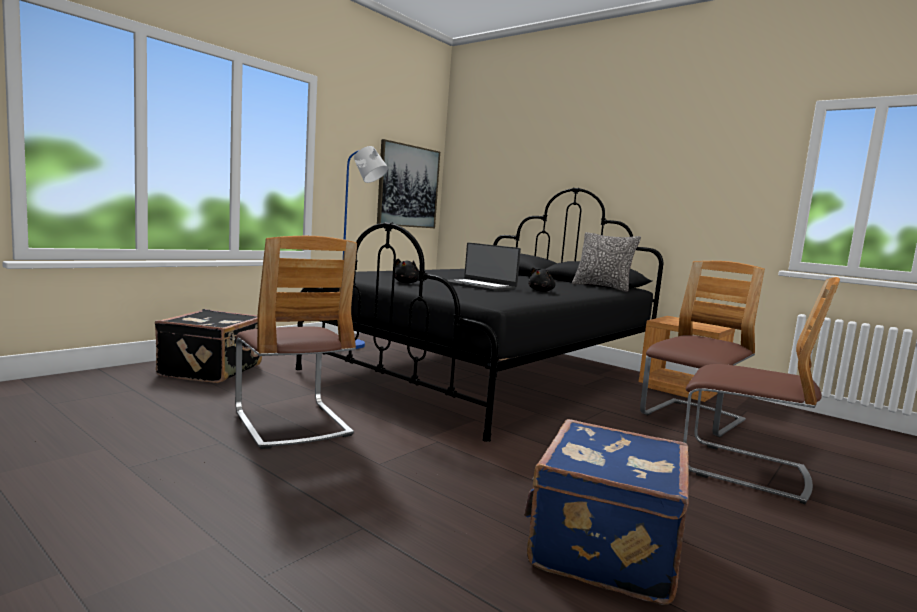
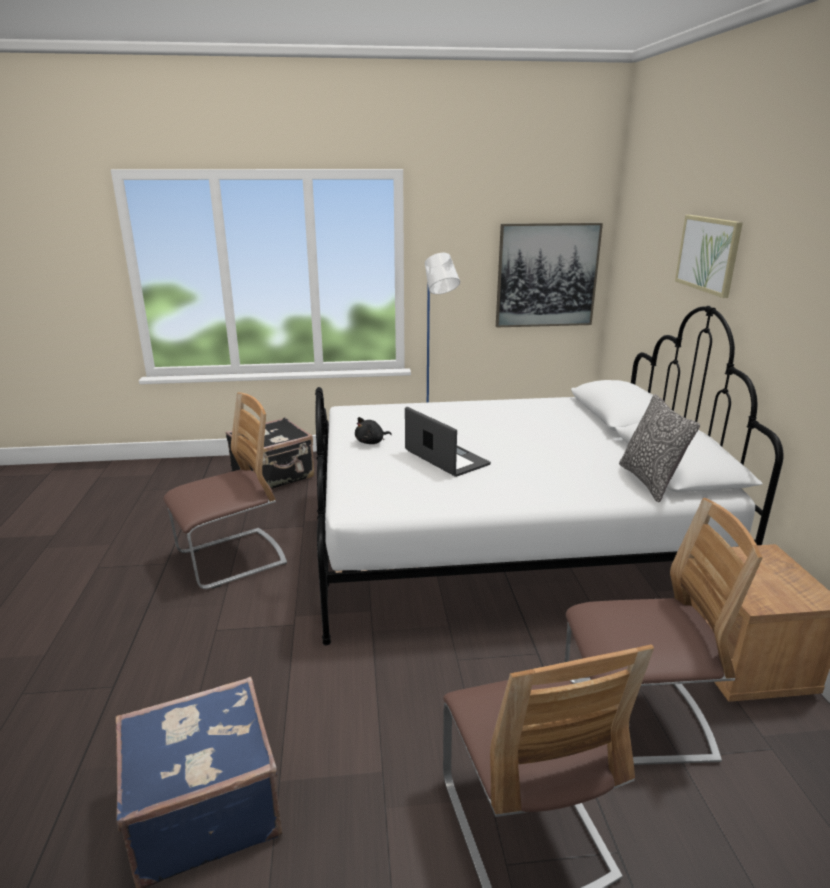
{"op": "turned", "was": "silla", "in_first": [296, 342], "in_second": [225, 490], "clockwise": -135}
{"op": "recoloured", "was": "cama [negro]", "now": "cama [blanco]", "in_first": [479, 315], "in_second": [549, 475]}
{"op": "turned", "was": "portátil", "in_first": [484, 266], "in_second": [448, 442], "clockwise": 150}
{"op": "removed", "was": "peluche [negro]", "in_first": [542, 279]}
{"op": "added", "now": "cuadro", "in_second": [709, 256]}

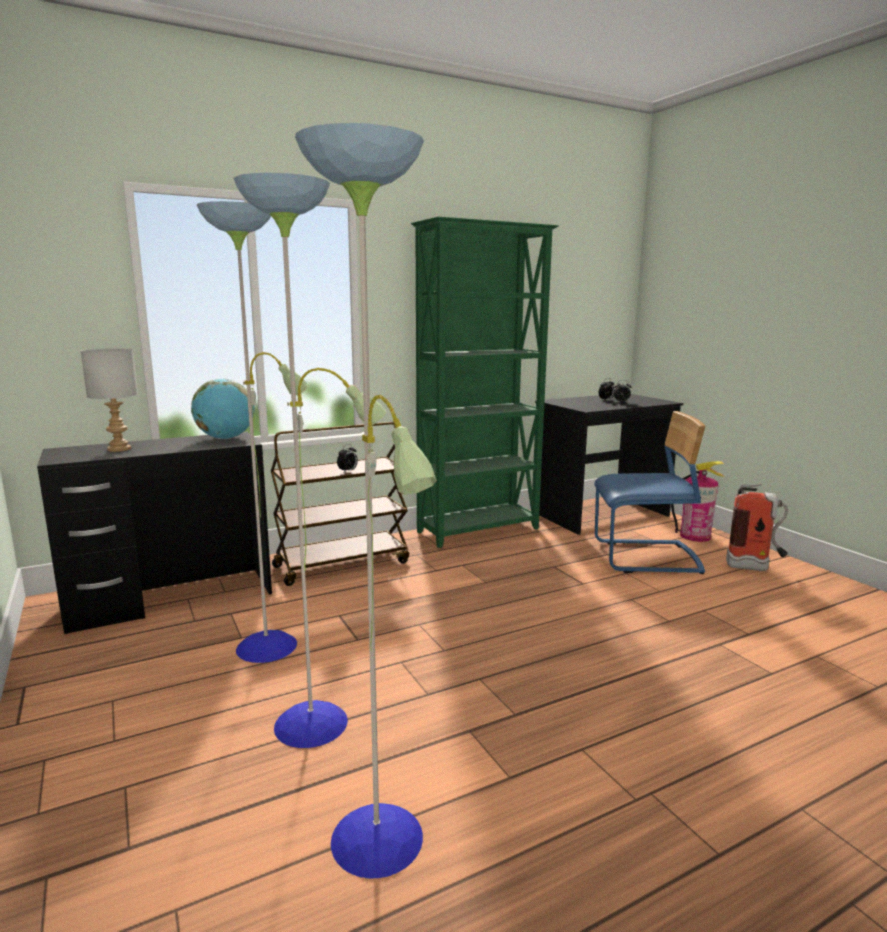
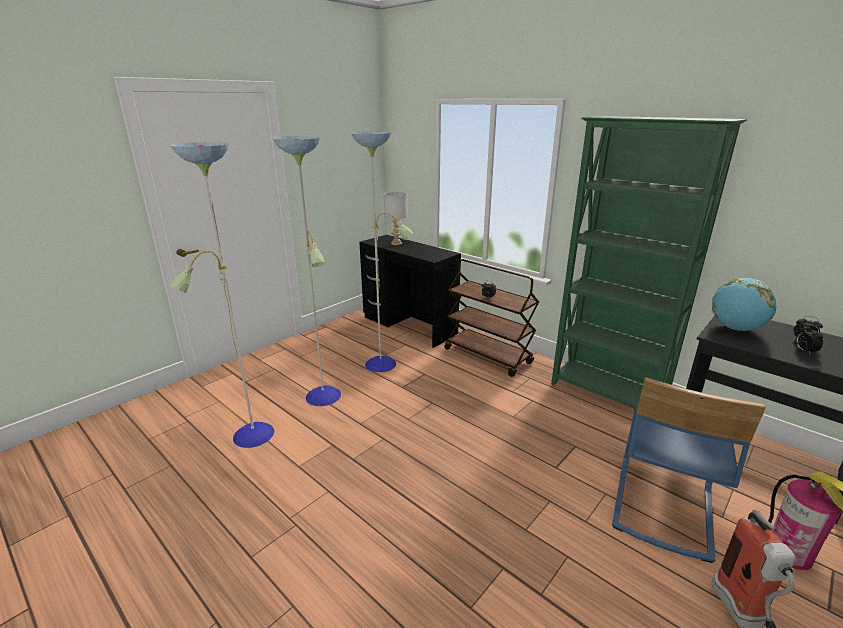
{"op": "moved", "was": "globo terráqueo", "in_first": [223, 408], "in_second": [744, 304]}
{"op": "turned", "was": "silla [azul]", "in_first": [649, 492], "in_second": [689, 470], "clockwise": 45}

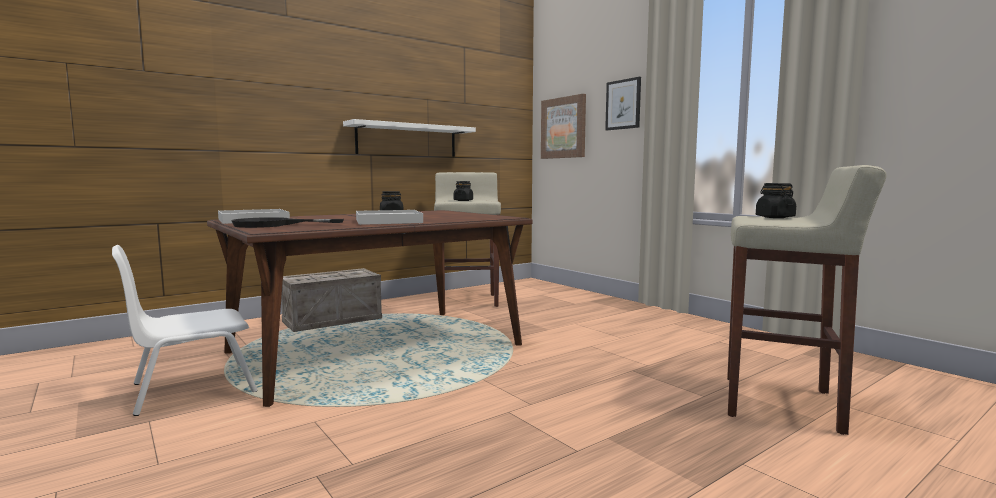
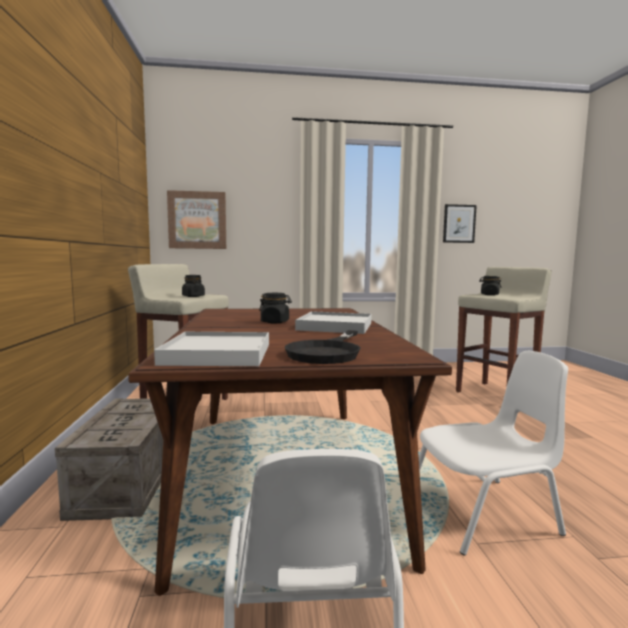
{"op": "removed", "was": "estante [blanco]", "in_first": [409, 138]}
{"op": "moved", "was": "cuadro", "in_first": [623, 104], "in_second": [460, 223]}
{"op": "added", "now": "silla [blanco]", "in_second": [493, 453]}

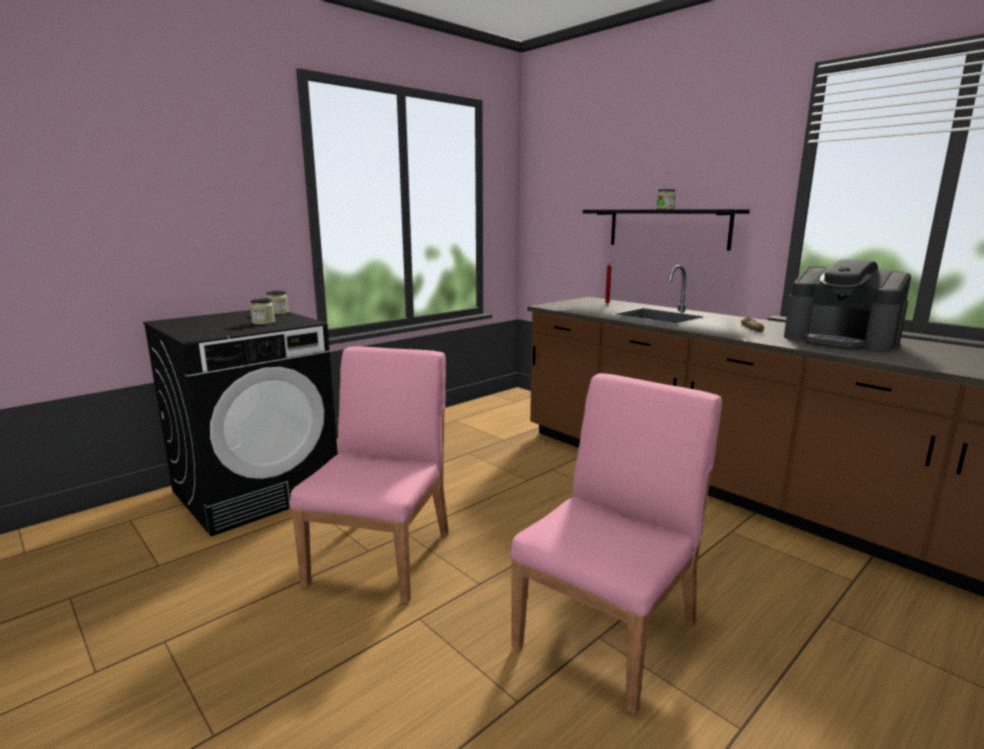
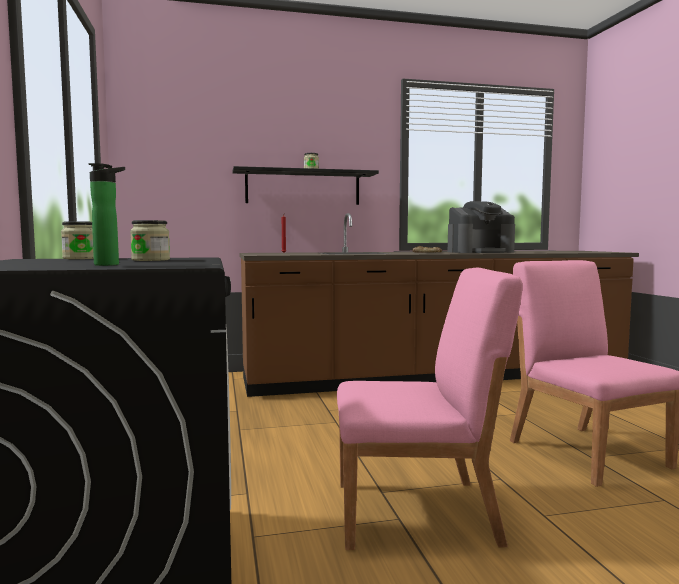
{"op": "turned", "was": "silla [rosa]", "in_first": [369, 474], "in_second": [430, 409], "clockwise": 135}
{"op": "added", "now": "botella", "in_second": [106, 214]}

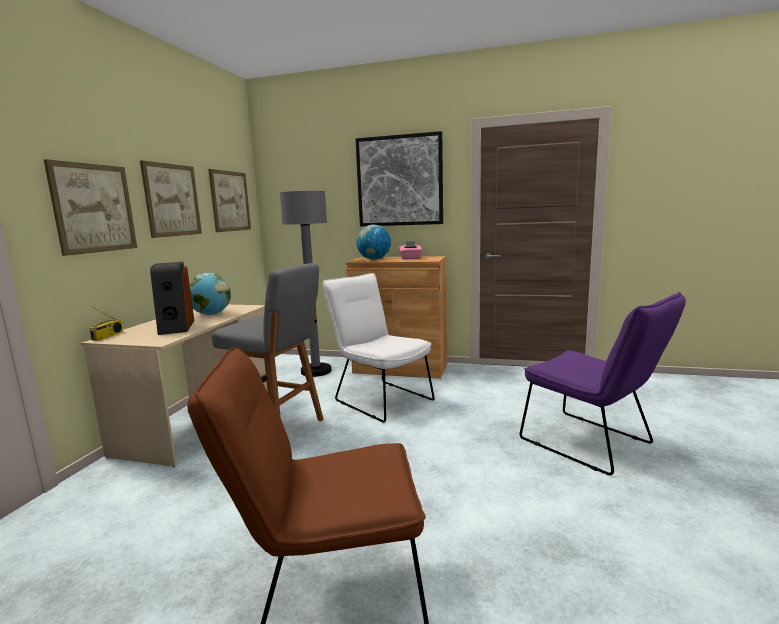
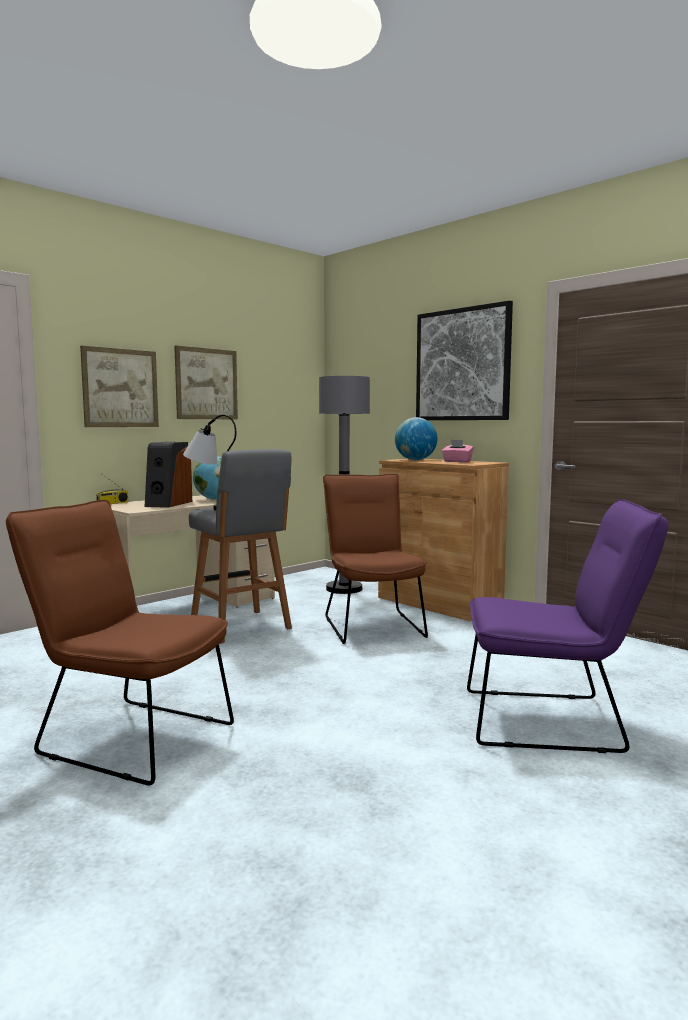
{"op": "removed", "was": "cuadro", "in_first": [229, 200]}
{"op": "recoloured", "was": "silla [blanco]", "now": "silla [marrón]", "in_first": [378, 348], "in_second": [375, 559]}
{"op": "turned", "was": "silla [morado]", "in_first": [603, 383], "in_second": [568, 626], "clockwise": -75}
{"op": "added", "now": "lámpara de mesa", "in_second": [209, 462]}

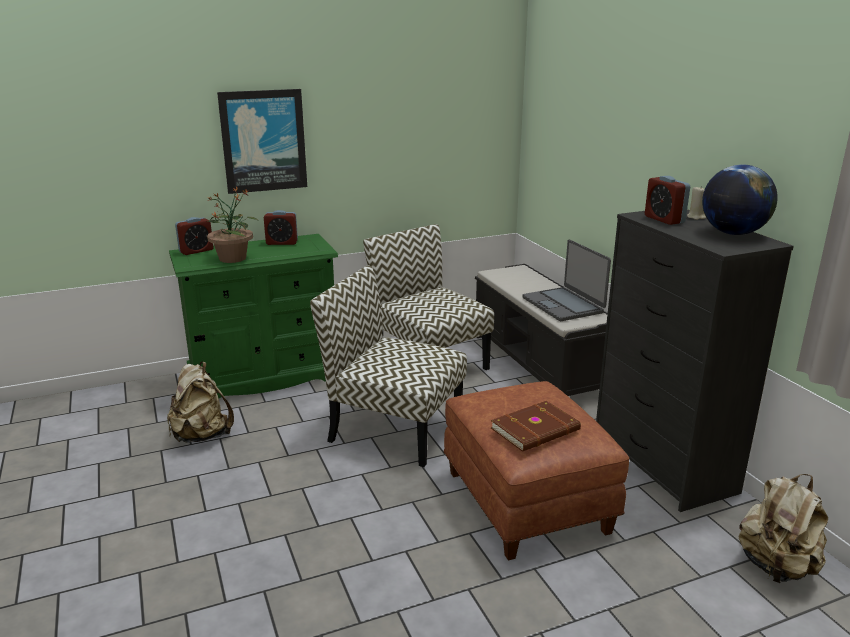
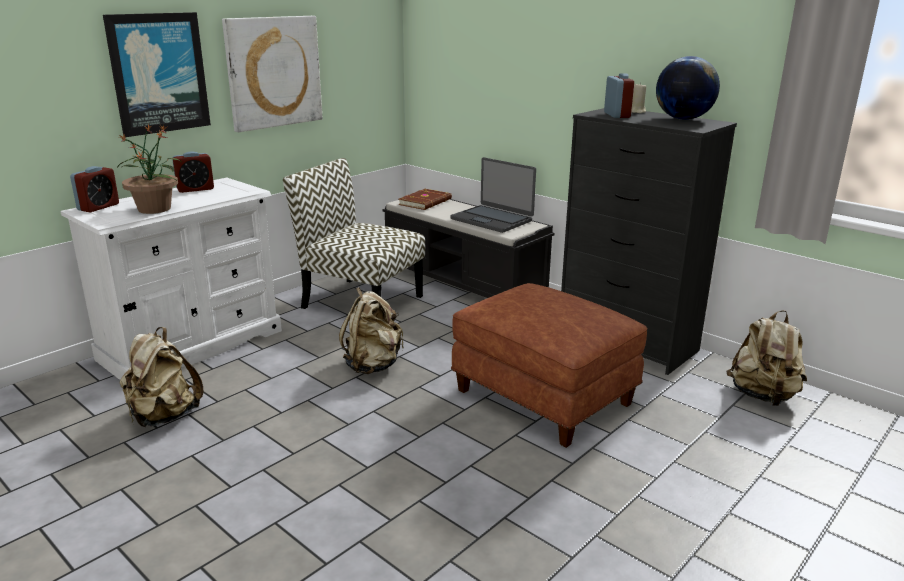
{"op": "recoloured", "was": "cómoda [verde]", "now": "cómoda [blanco]", "in_first": [253, 316], "in_second": [171, 279]}
{"op": "replaced", "was": "silla", "now": "mochila [beis]", "in_first": [388, 366], "in_second": [371, 330]}
{"op": "moved", "was": "libro [marrón]", "in_first": [536, 426], "in_second": [425, 199]}
{"op": "turned", "was": "despertador", "in_first": [667, 200], "in_second": [619, 95], "clockwise": -135}
{"op": "added", "now": "cuadro", "in_second": [272, 74]}

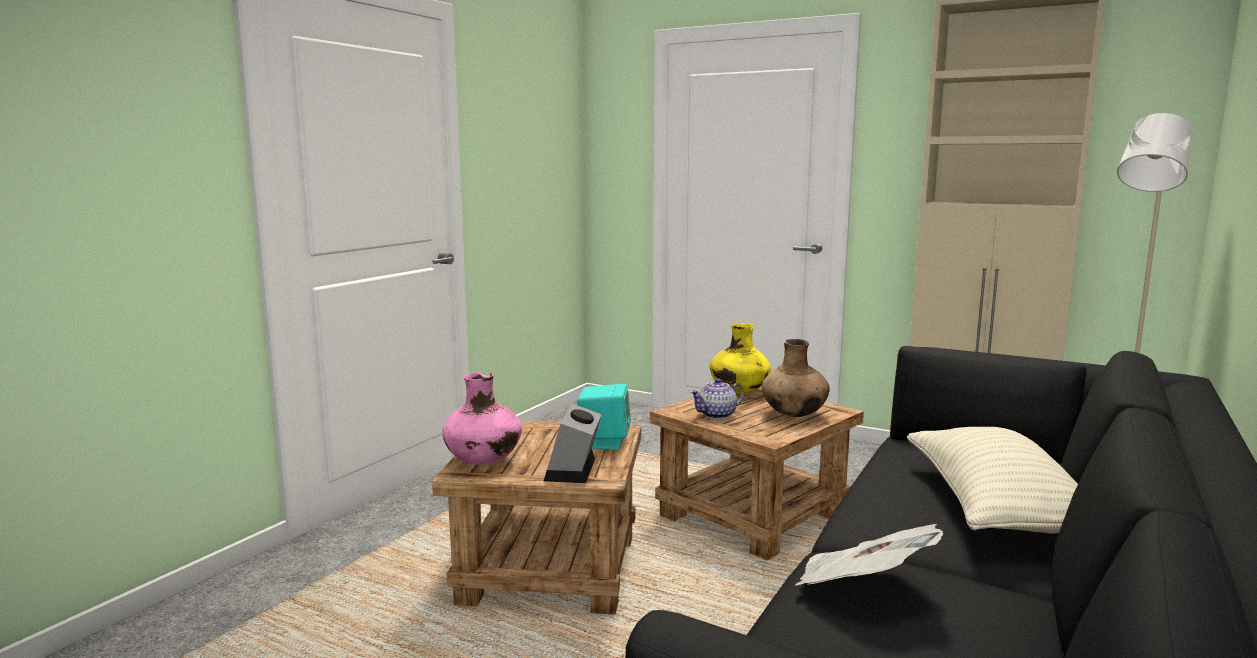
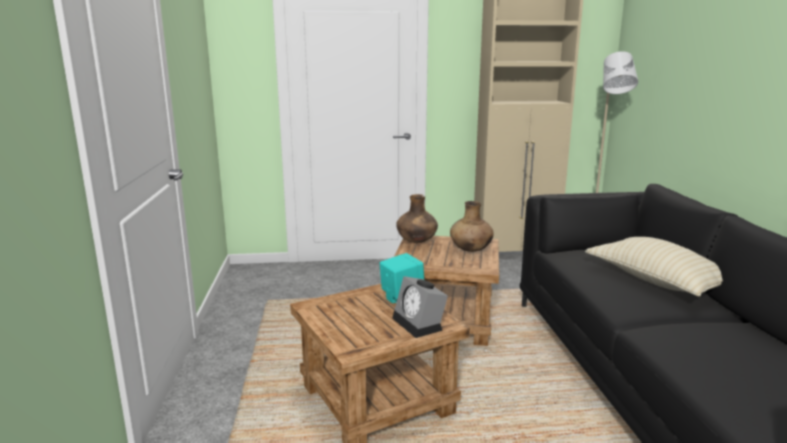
{"op": "removed", "was": "florero [rosa]", "in_first": [482, 418]}
{"op": "removed", "was": "tetera", "in_first": [717, 398]}
{"op": "recoloured", "was": "florero [amarillo]", "now": "florero [marrón]", "in_first": [740, 358], "in_second": [417, 218]}
{"op": "removed", "was": "periódico", "in_first": [869, 555]}

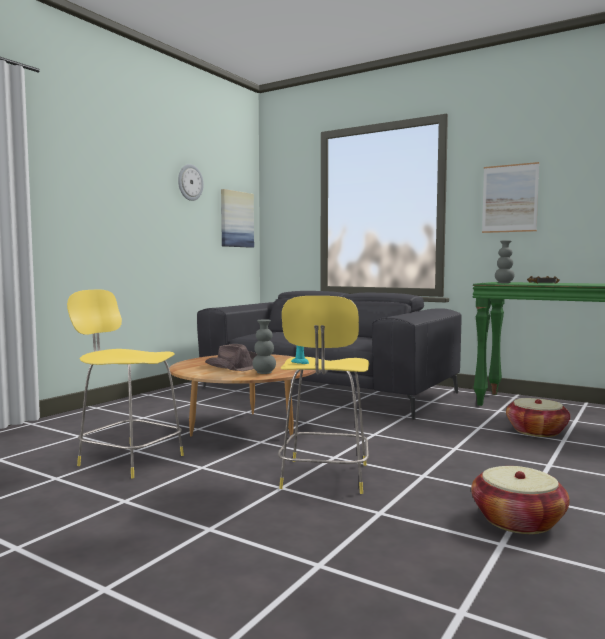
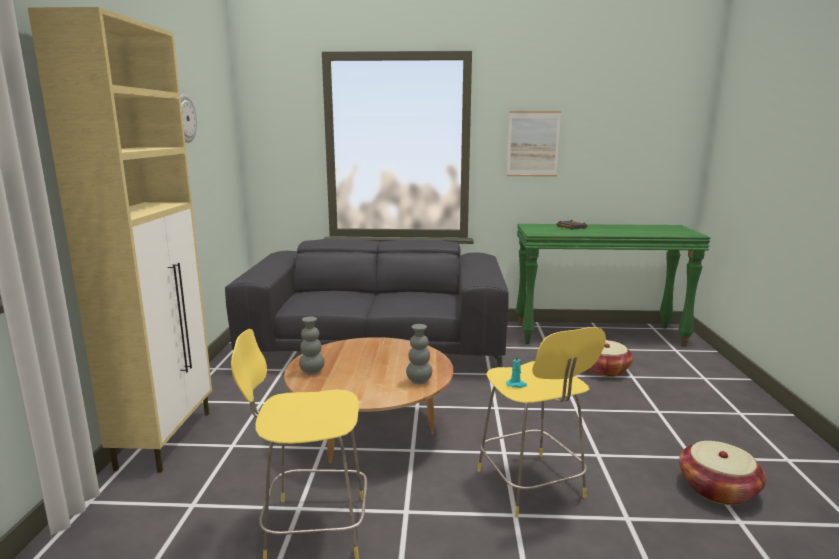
{"op": "removed", "was": "sombrero [marrón]", "in_first": [231, 357]}
{"op": "removed", "was": "cuadro", "in_first": [237, 218]}
{"op": "moved", "was": "florero [gris]", "in_first": [505, 261], "in_second": [312, 346]}
{"op": "added", "now": "armario [beis]", "in_second": [120, 240]}

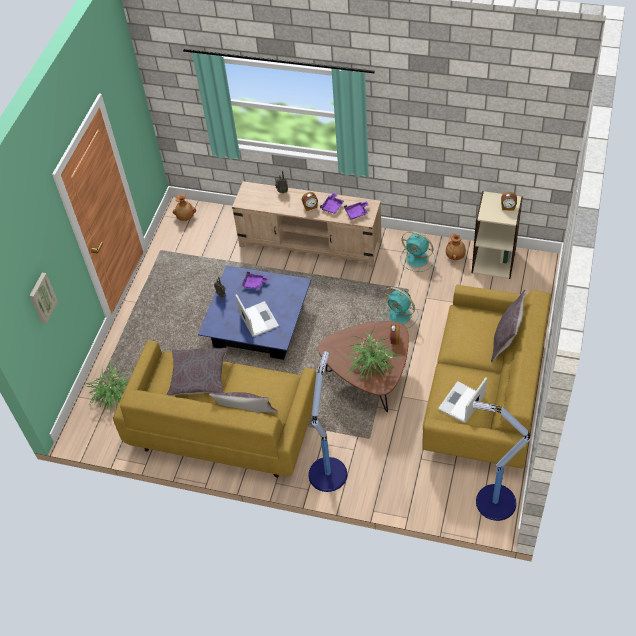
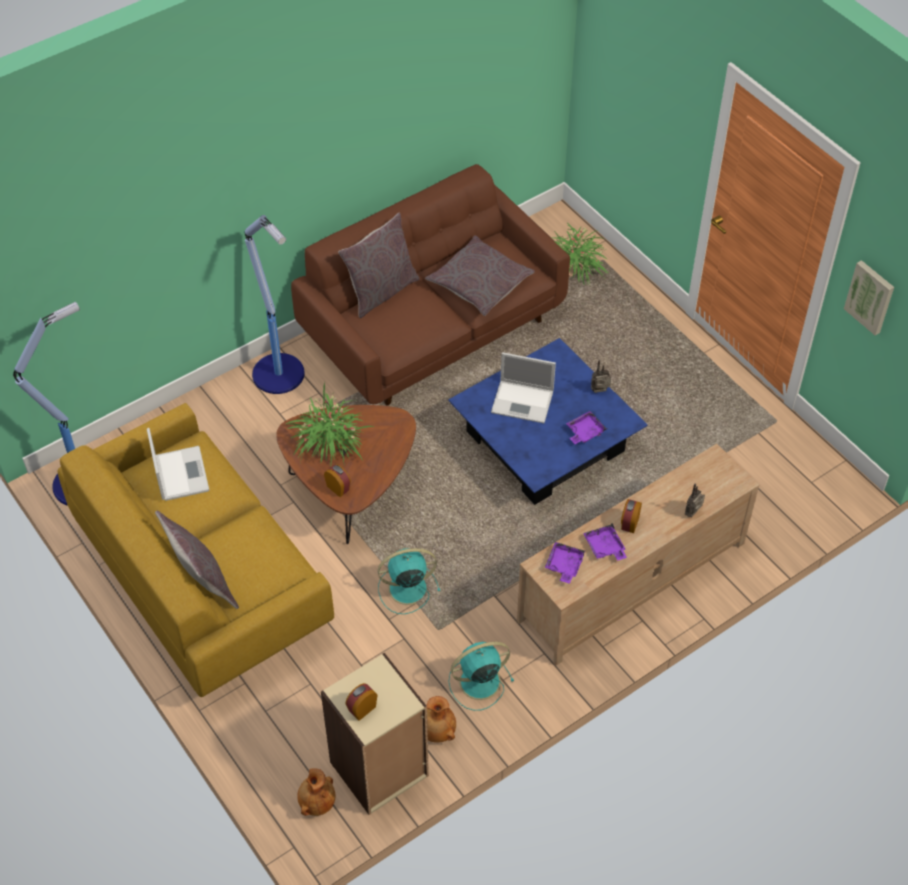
{"op": "moved", "was": "cuadro", "in_first": [44, 298], "in_second": [869, 298]}
{"op": "recoloured", "was": "sofá [amarillo]", "now": "sofá [marrón]", "in_first": [214, 409], "in_second": [430, 285]}
{"op": "moved", "was": "florero [marrón]", "in_first": [184, 207], "in_second": [316, 792]}

